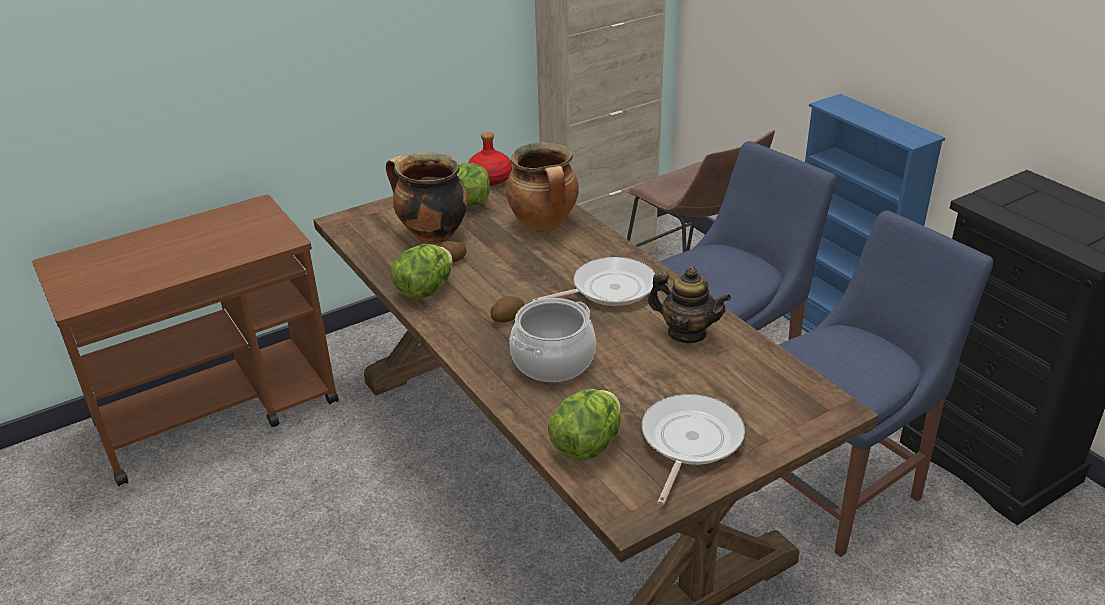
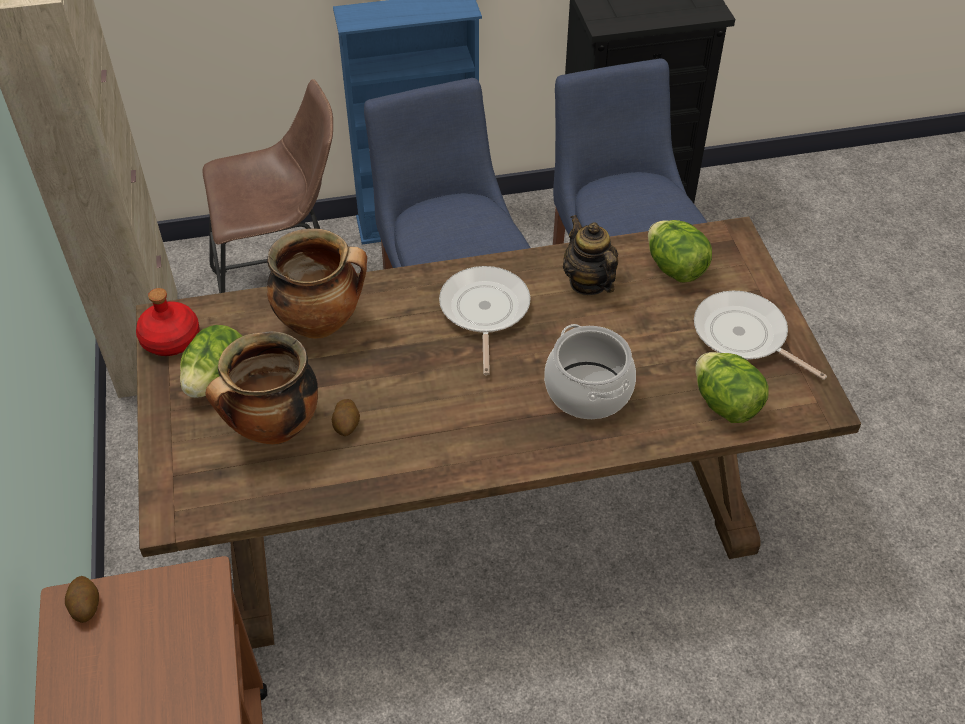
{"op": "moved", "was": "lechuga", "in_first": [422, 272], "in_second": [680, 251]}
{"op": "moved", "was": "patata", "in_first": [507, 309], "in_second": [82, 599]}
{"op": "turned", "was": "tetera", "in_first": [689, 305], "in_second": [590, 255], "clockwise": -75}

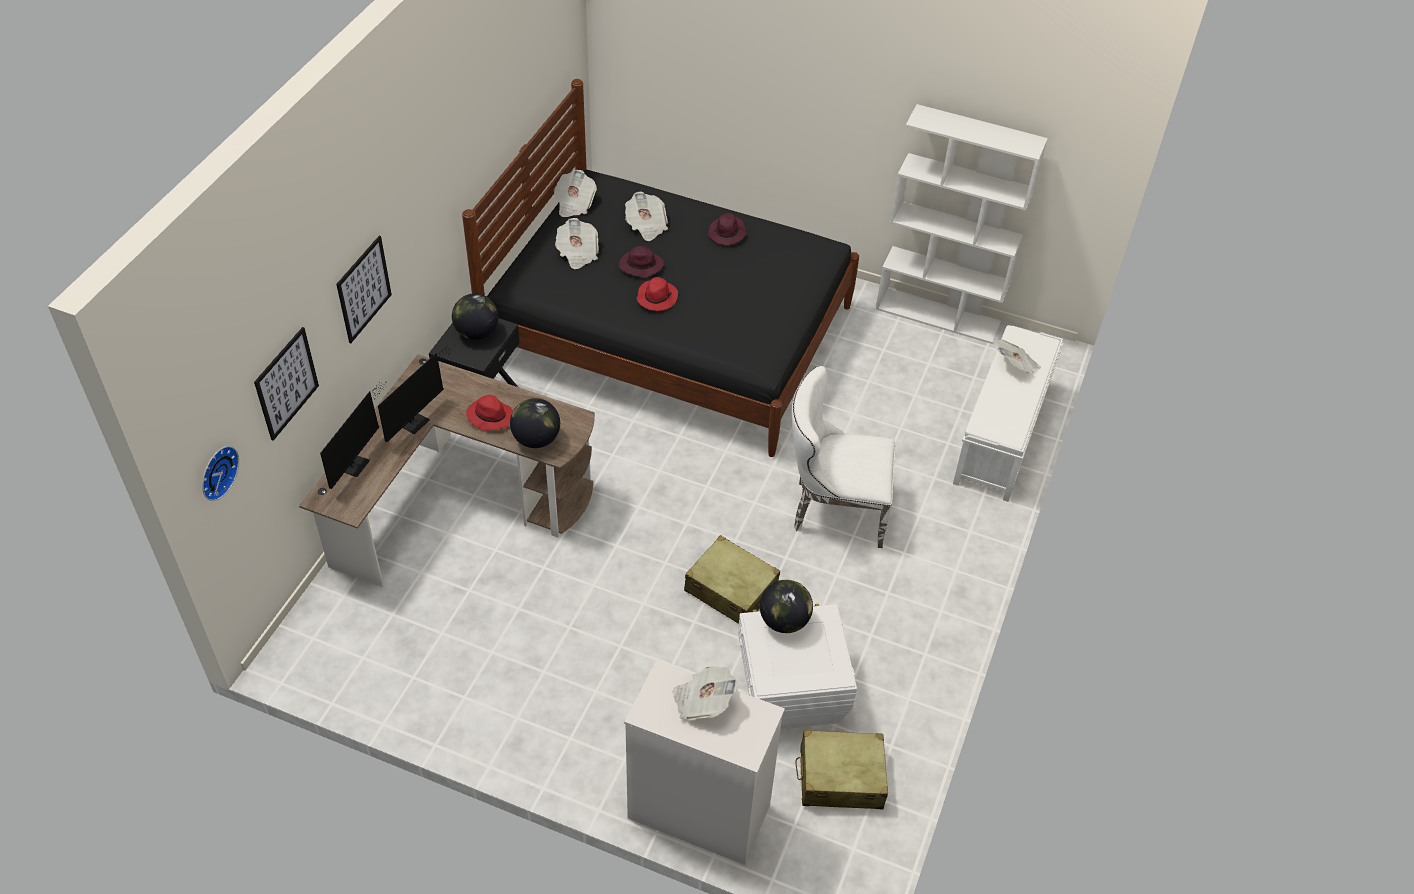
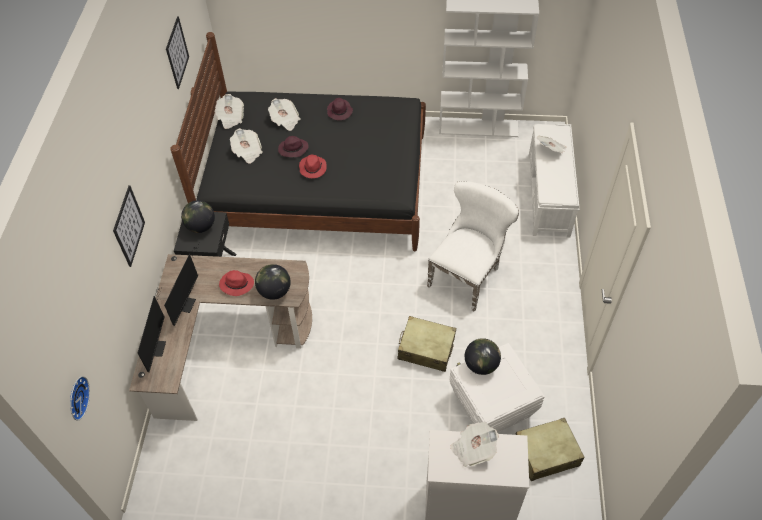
{"op": "moved", "was": "cuadro", "in_first": [286, 384], "in_second": [177, 52]}
{"op": "turned", "was": "silla [blanco]", "in_first": [843, 457], "in_second": [473, 246], "clockwise": 135}

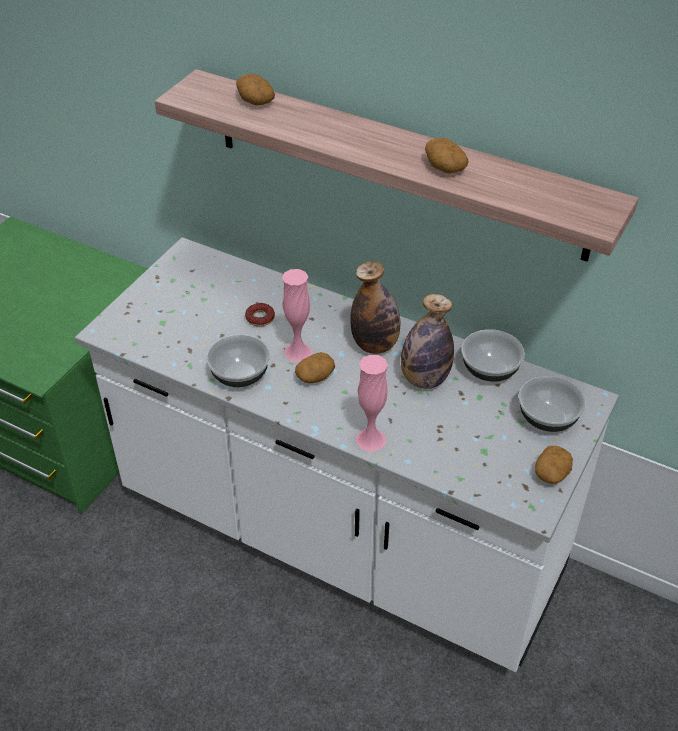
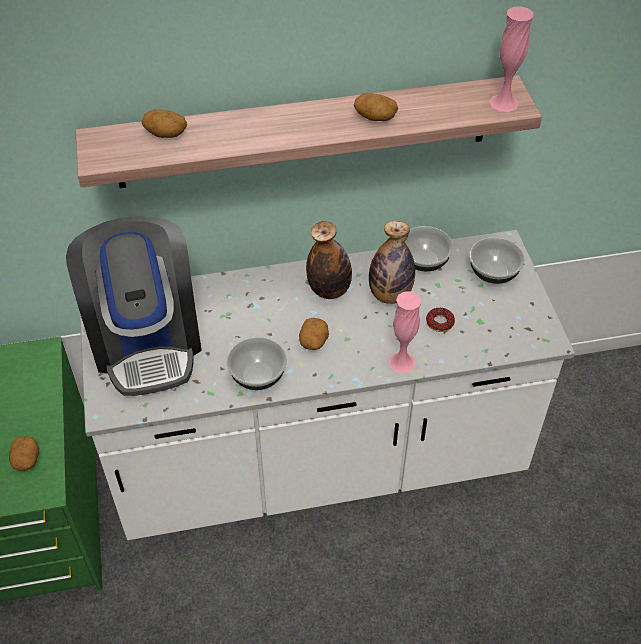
{"op": "moved", "was": "rosquilla", "in_first": [260, 315], "in_second": [440, 320]}
{"op": "moved", "was": "florero [rosa]", "in_first": [297, 315], "in_second": [511, 59]}
{"op": "moved", "was": "patata", "in_first": [554, 465], "in_second": [24, 453]}
{"op": "added", "now": "cafetera", "in_second": [134, 306]}

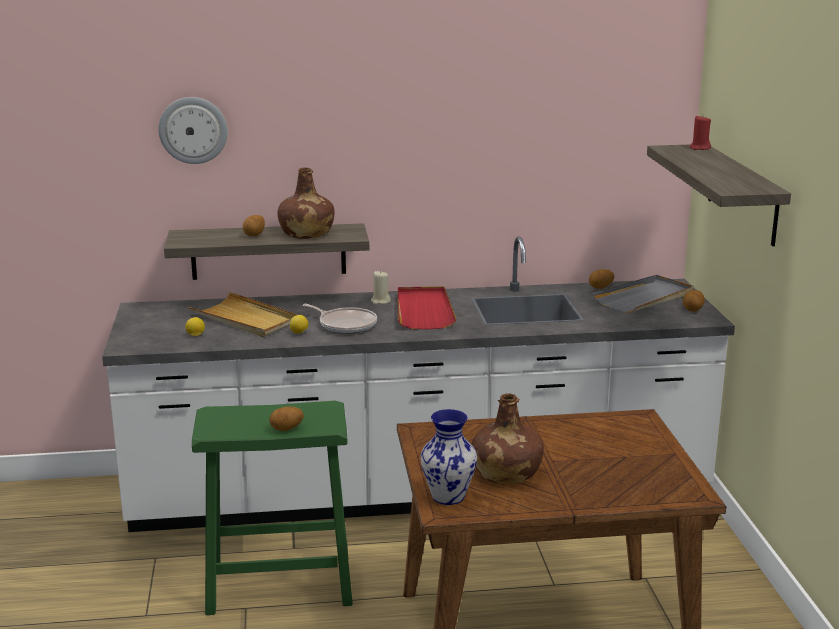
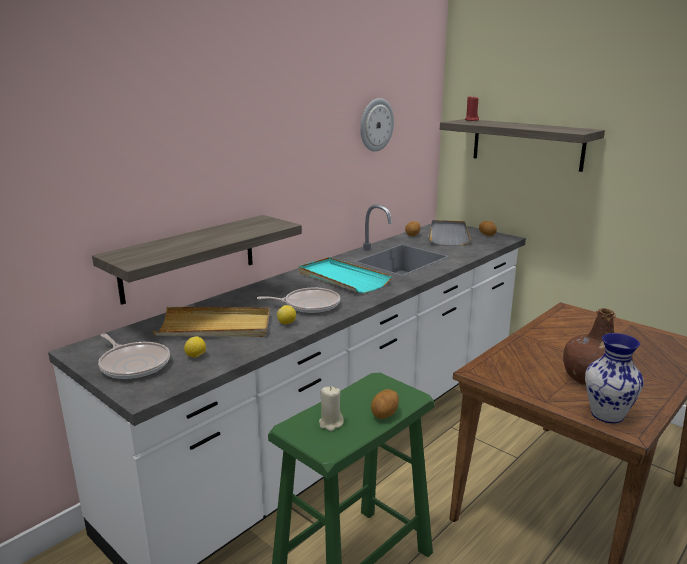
{"op": "moved", "was": "reloj de pared", "in_first": [193, 130], "in_second": [377, 125]}
{"op": "removed", "was": "patata", "in_first": [254, 225]}
{"op": "removed", "was": "botella [marrón]", "in_first": [306, 203]}
{"op": "moved", "was": "vela [beis]", "in_first": [381, 287], "in_second": [331, 408]}
{"op": "recoloured", "was": "bandeja [rojo]", "now": "bandeja [turquesa]", "in_first": [427, 307], "in_second": [345, 275]}
{"op": "added", "now": "sartén", "in_second": [134, 356]}

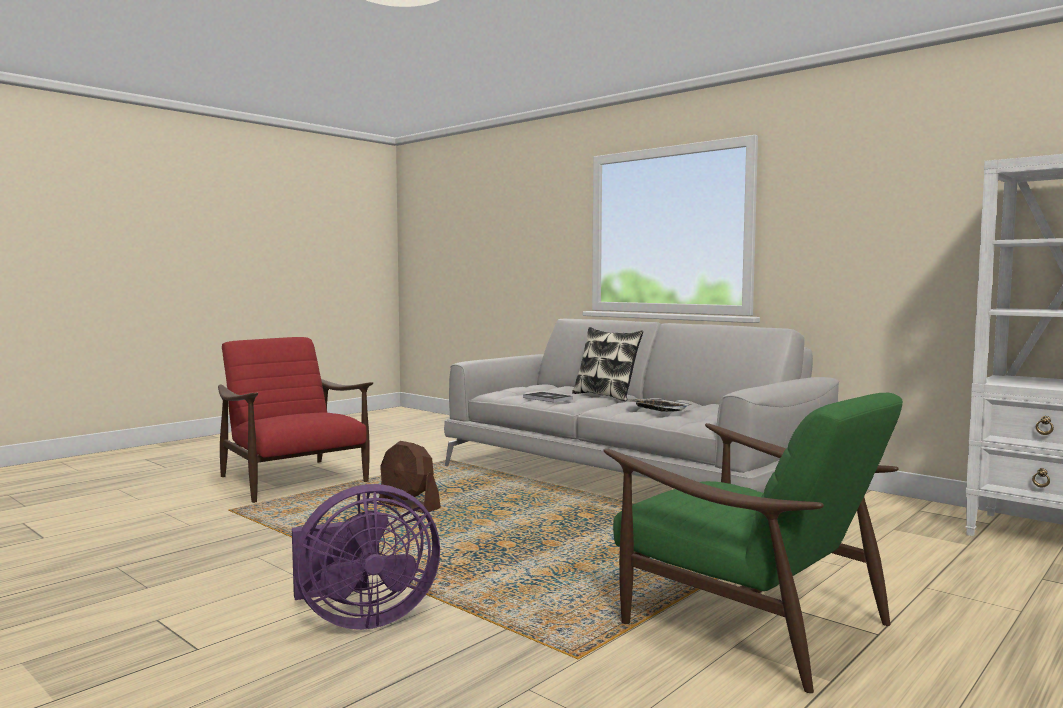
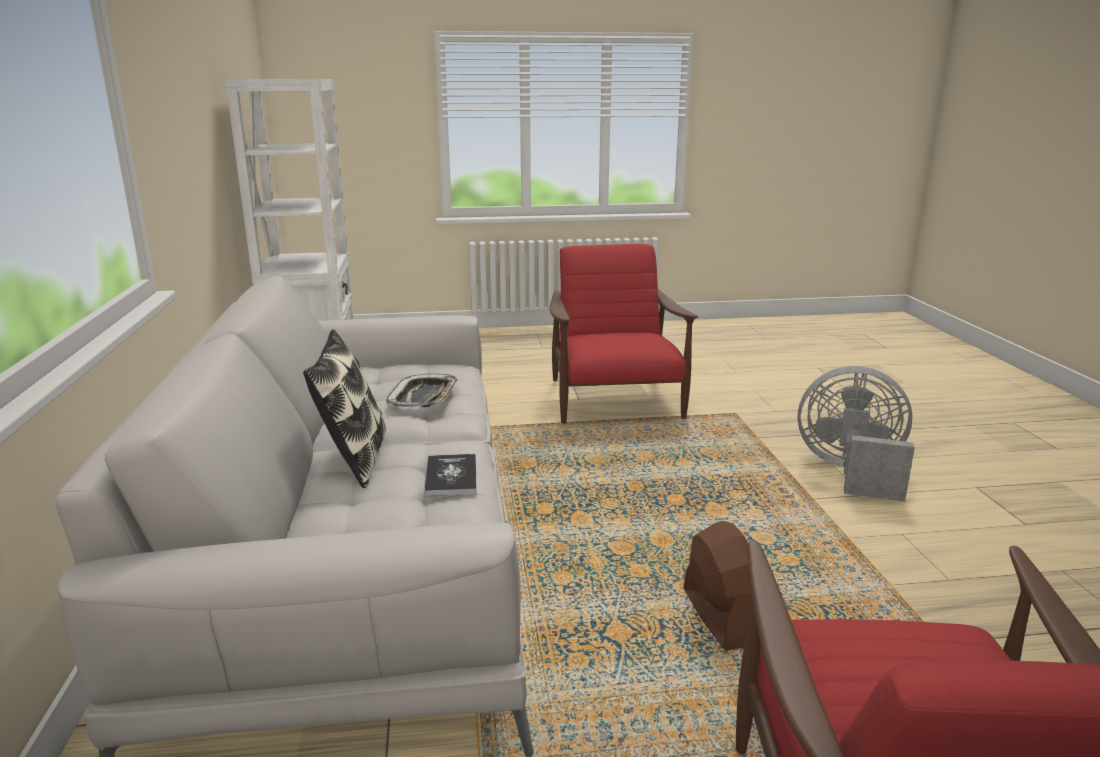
{"op": "recoloured", "was": "ventilador [morado]", "now": "ventilador [gris]", "in_first": [366, 557], "in_second": [856, 434]}
{"op": "recoloured", "was": "sillón [verde]", "now": "sillón [rojo]", "in_first": [753, 543], "in_second": [624, 334]}

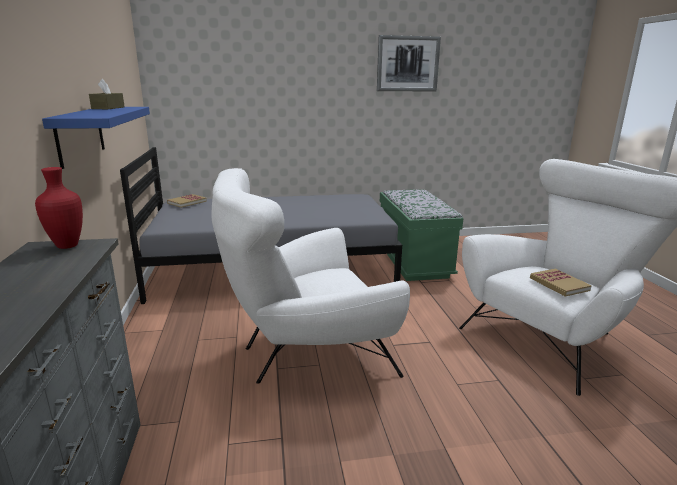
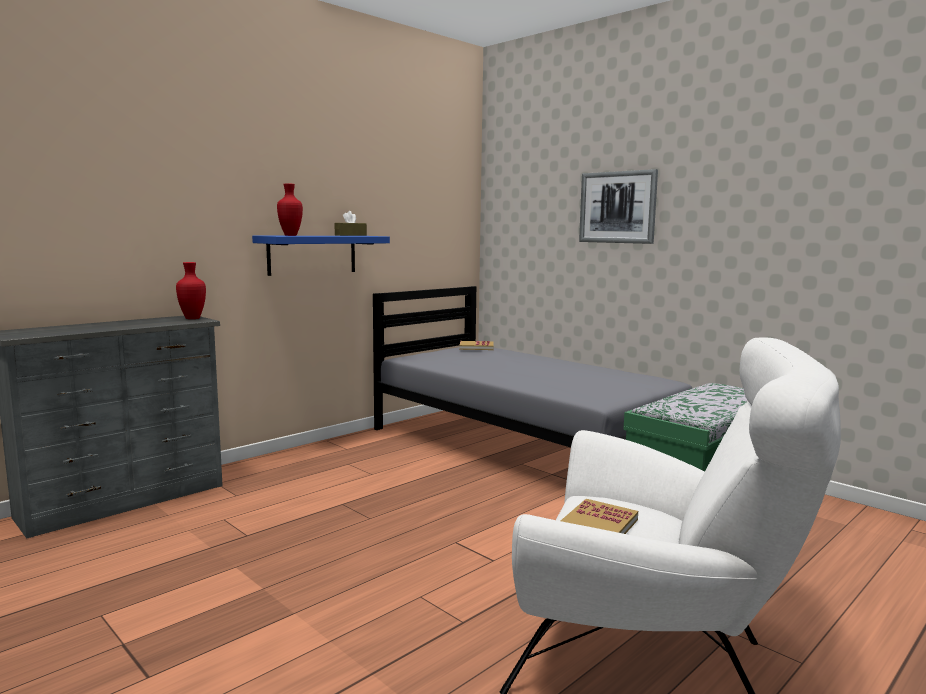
{"op": "removed", "was": "sillón [blanco]", "in_first": [310, 276]}
{"op": "moved", "was": "cuadro", "in_first": [409, 63], "in_second": [618, 206]}
{"op": "added", "now": "florero [rojo]", "in_second": [290, 209]}

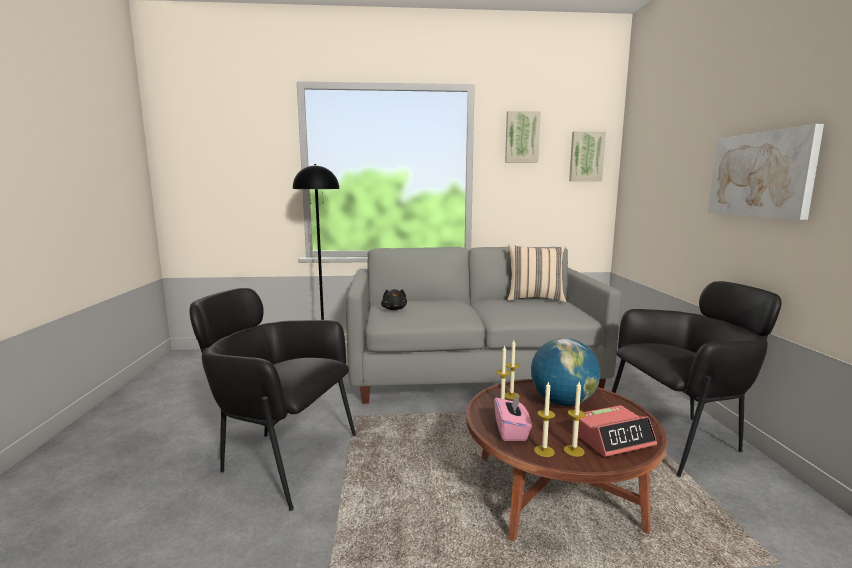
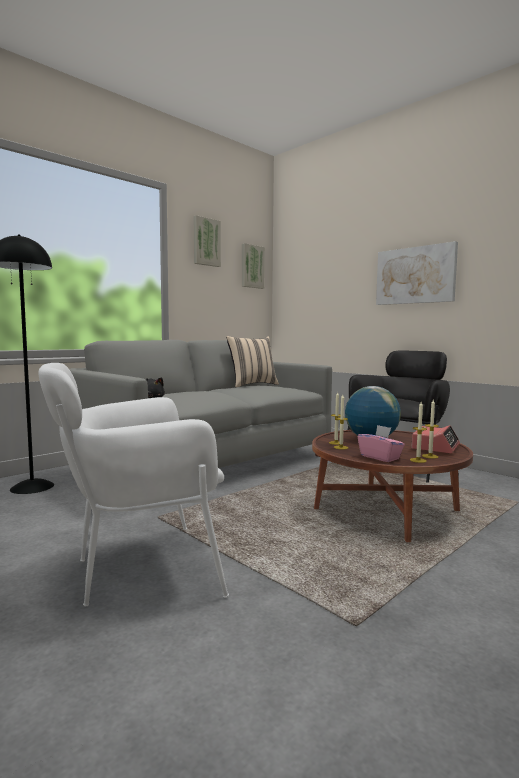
{"op": "recoloured", "was": "sillón [negro]", "now": "sillón [blanco]", "in_first": [273, 399], "in_second": [133, 484]}

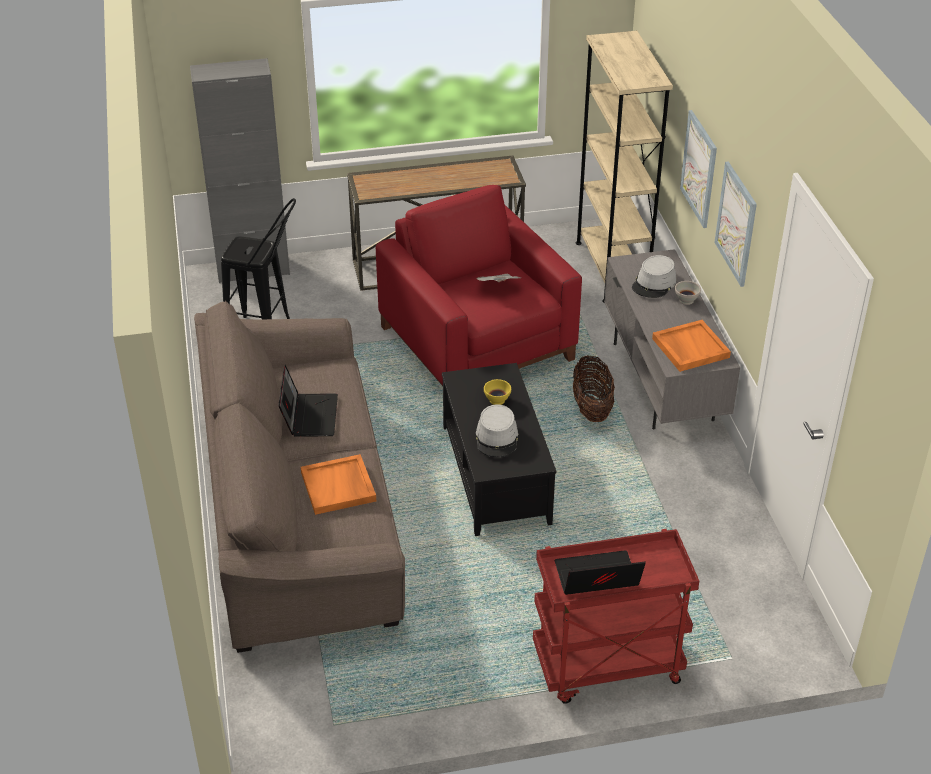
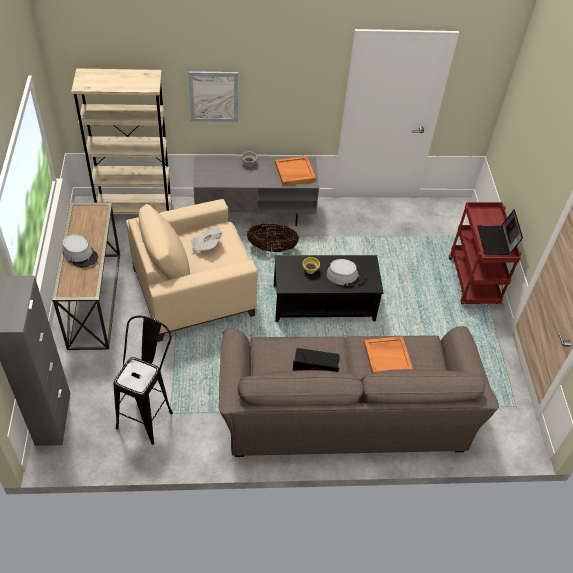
{"op": "recoloured", "was": "sillón [rojo]", "now": "sillón [beis]", "in_first": [479, 285], "in_second": [192, 270]}
{"op": "moved", "was": "sombrero [gris]", "in_first": [654, 276], "in_second": [80, 250]}
{"op": "removed", "was": "cuadro", "in_first": [735, 224]}

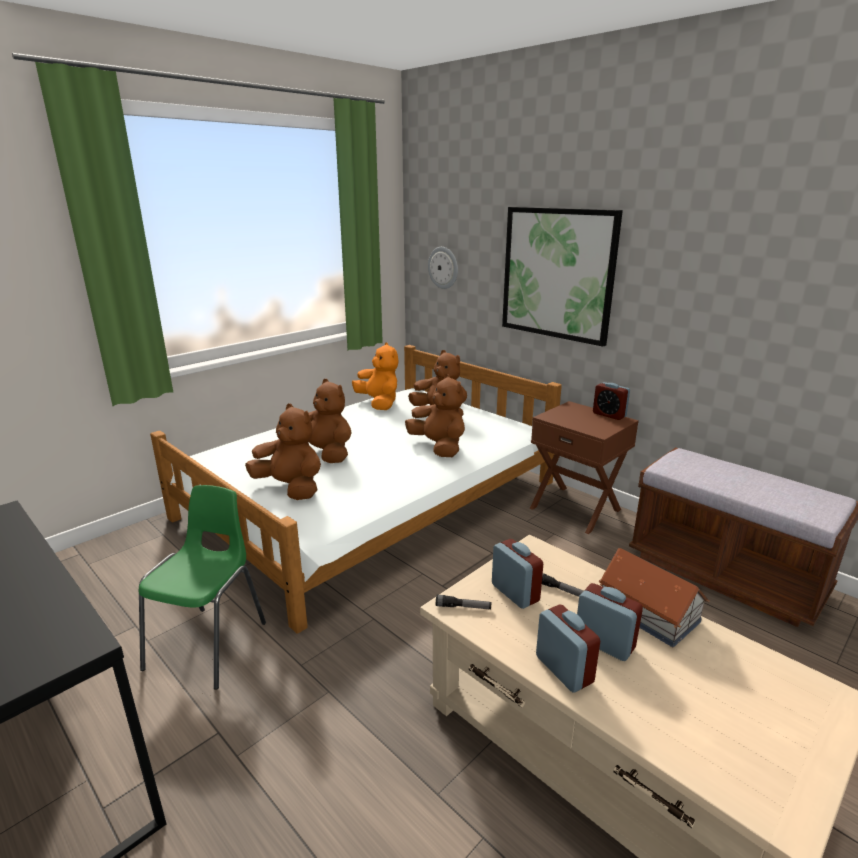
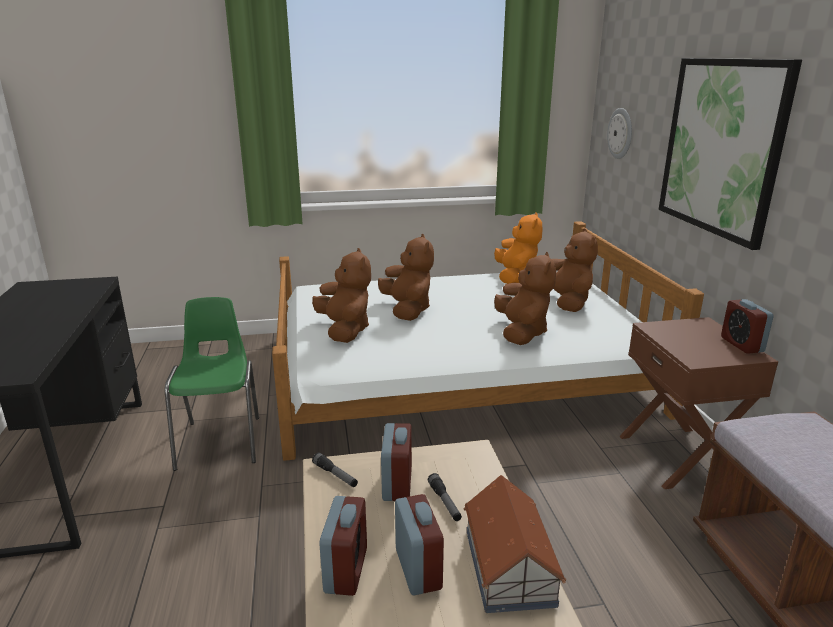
{"op": "turned", "was": "silla [verde]", "in_first": [202, 587], "in_second": [212, 384], "clockwise": -60}

